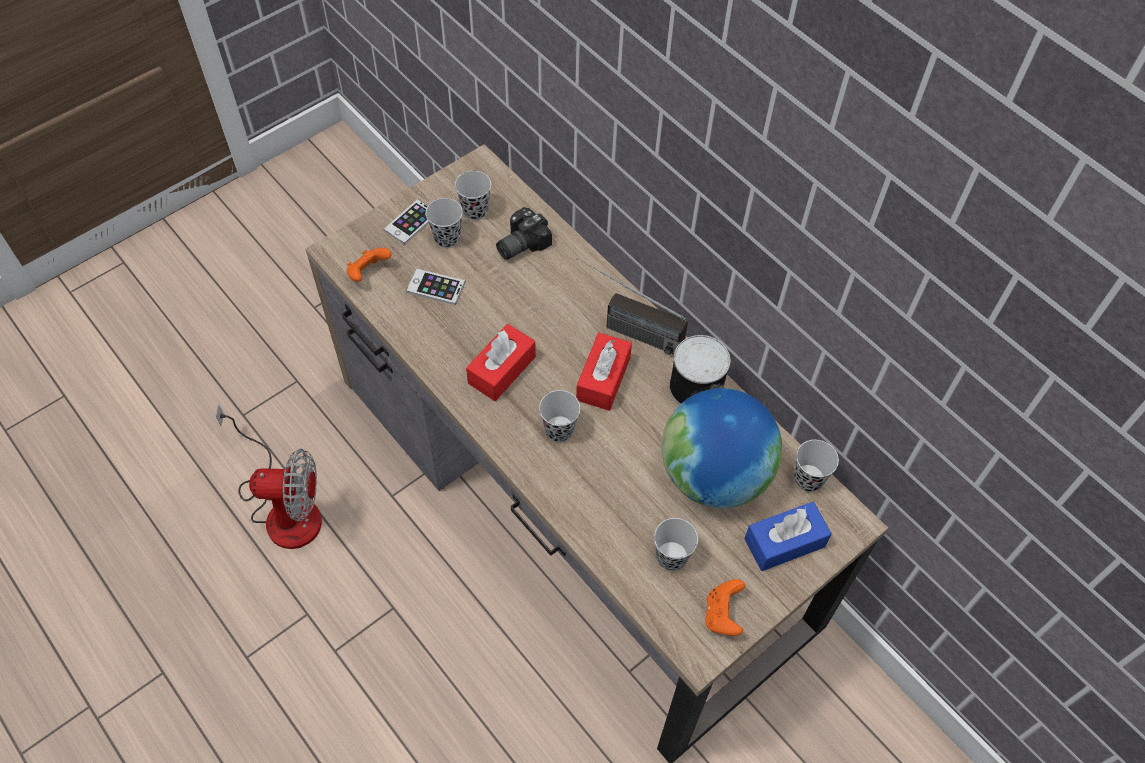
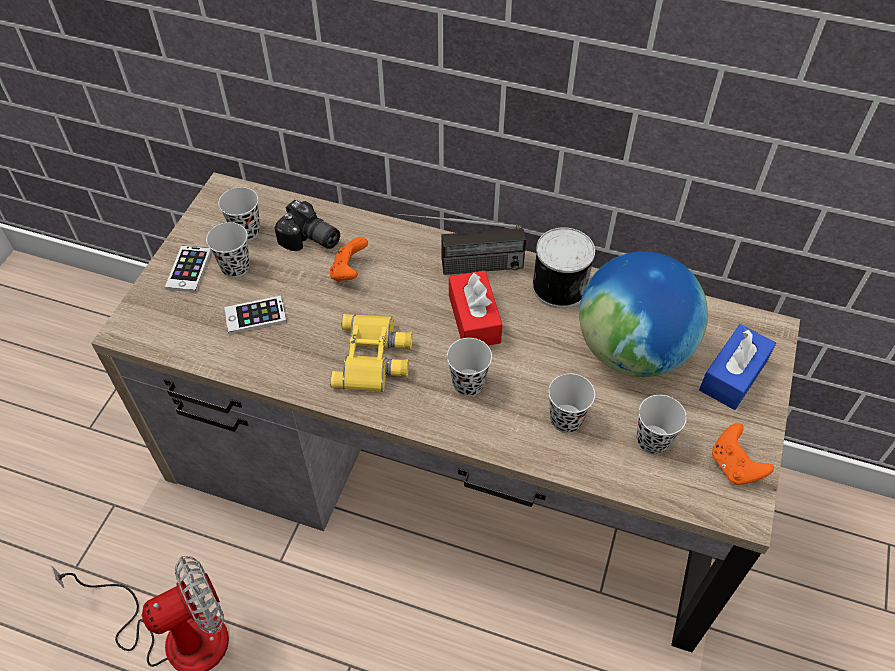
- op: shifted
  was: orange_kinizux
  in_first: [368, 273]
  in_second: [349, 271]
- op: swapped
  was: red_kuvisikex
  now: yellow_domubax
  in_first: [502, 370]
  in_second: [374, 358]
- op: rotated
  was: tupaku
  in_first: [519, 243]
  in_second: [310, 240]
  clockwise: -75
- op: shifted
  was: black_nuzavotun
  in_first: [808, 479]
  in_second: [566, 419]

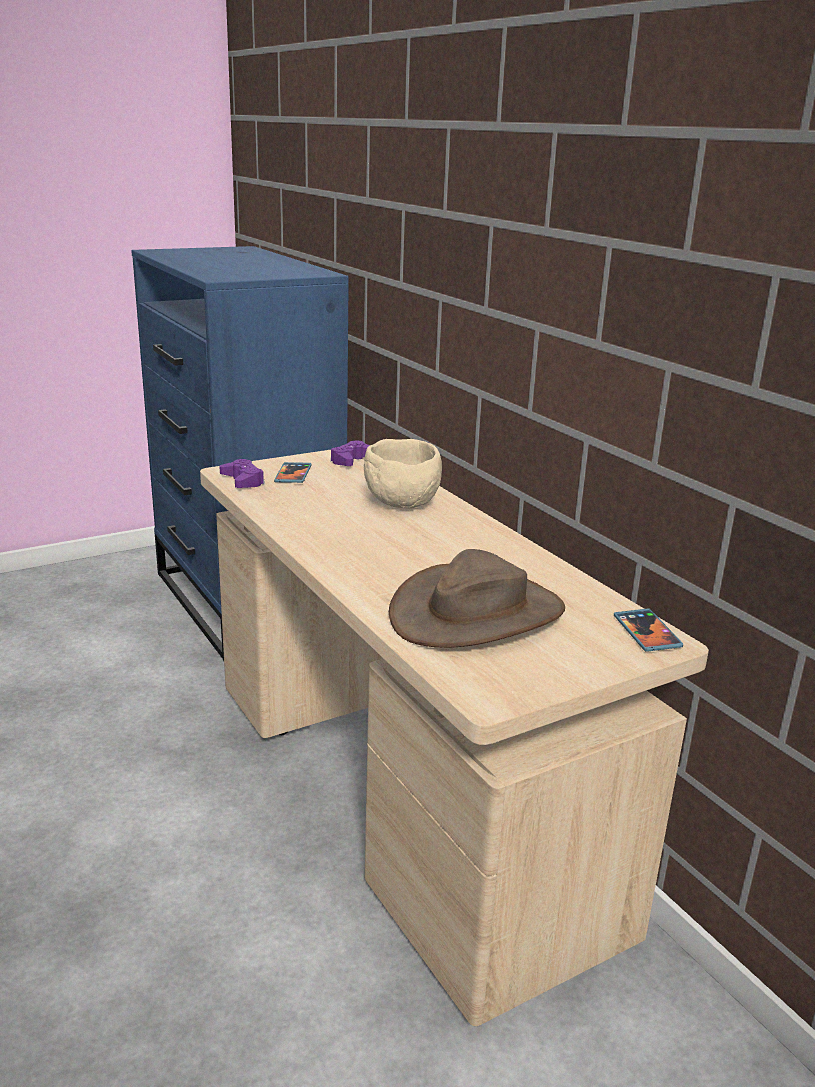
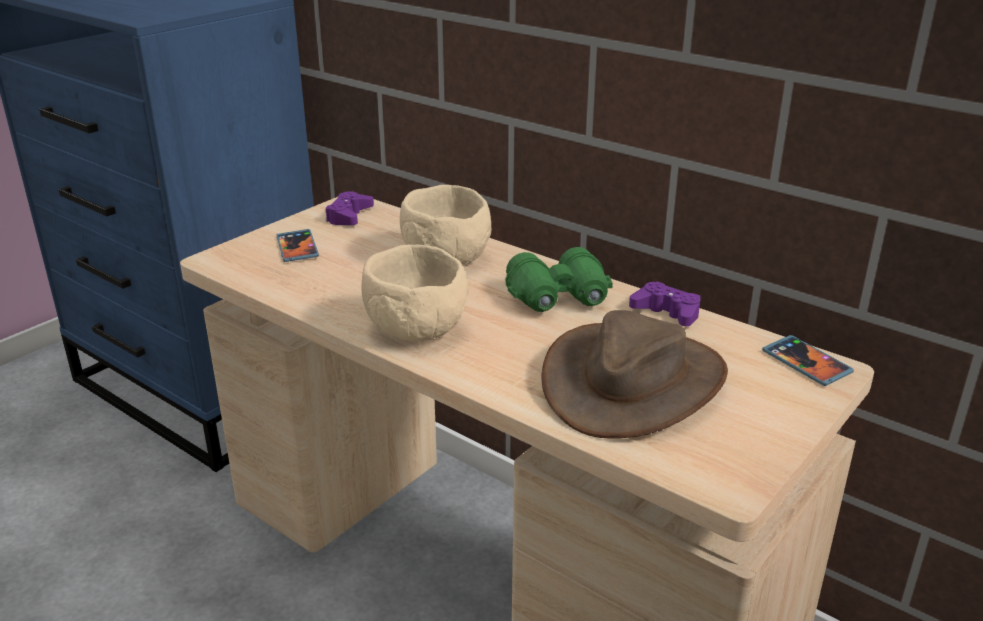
- op: shifted
  was: purple_kinizux
  in_first: [243, 481]
  in_second: [667, 312]
- op: new
  now: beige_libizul
  in_second: [413, 331]
- op: new
  now: green_domubax
  in_second: [559, 299]

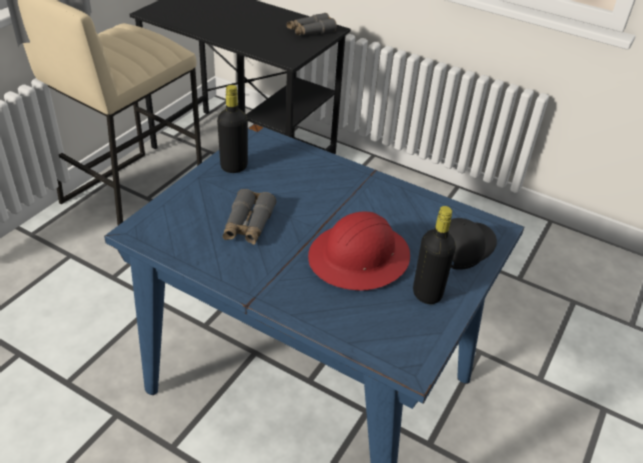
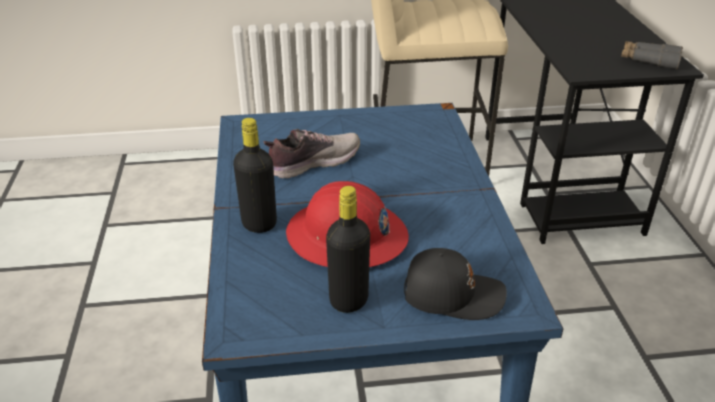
- op: shifted
  was: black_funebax
  in_first: [234, 167]
  in_second: [259, 224]
- op: swapped
  was: grey_domubax
  now: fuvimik
  in_first: [248, 225]
  in_second: [312, 163]

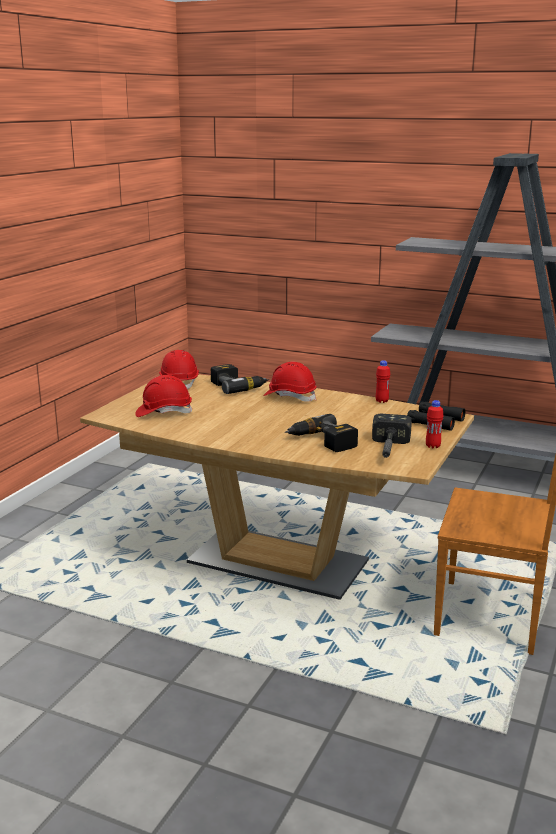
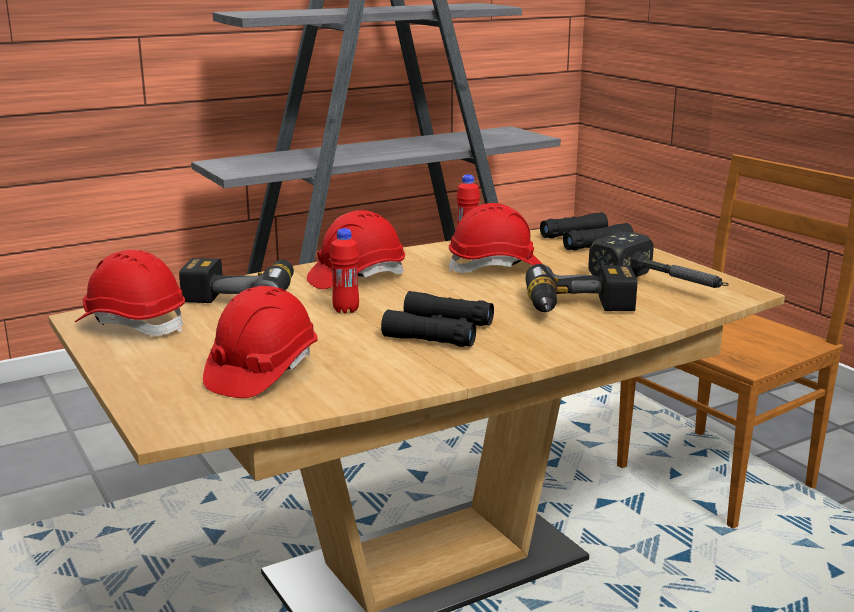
- op: shifted
  was: red_funebax
  in_first: [433, 446]
  in_second: [346, 310]
- op: new
  now: black_domubax
  in_second: [439, 331]
- op: new
  now: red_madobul
  in_second: [496, 268]

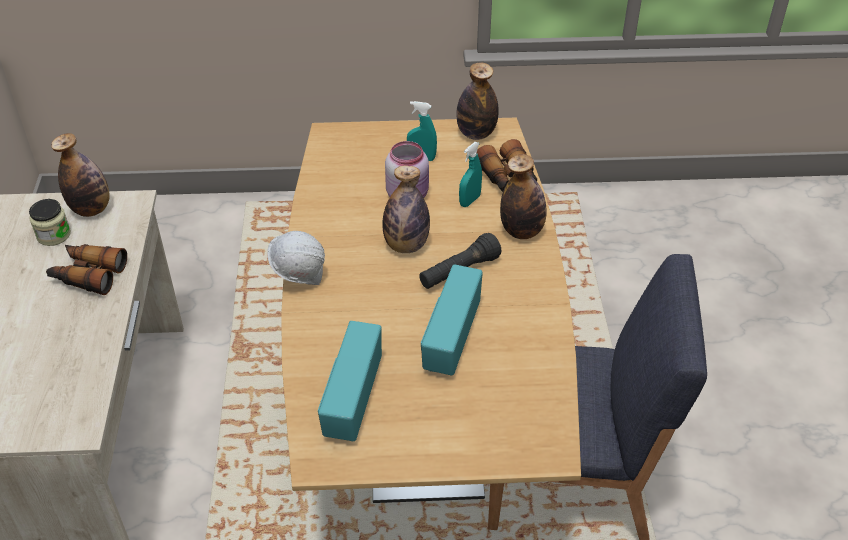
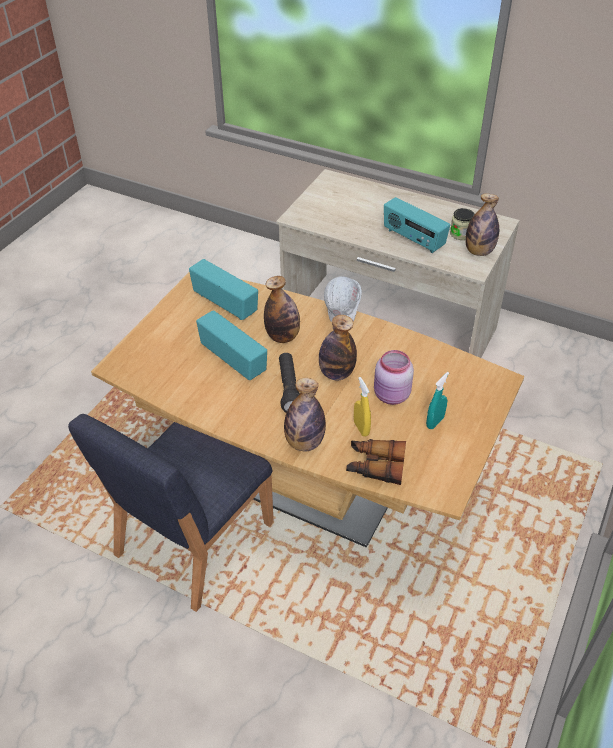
- op: swapped
  was: domubax
  now: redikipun
  in_first: [88, 275]
  in_second: [413, 239]
- op: shifted
  was: funebax
  in_first: [476, 133]
  in_second: [283, 336]
- op: repainted
  was: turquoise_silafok
  now: yellow_silafok
  in_first: [469, 201]
  in_second: [361, 428]

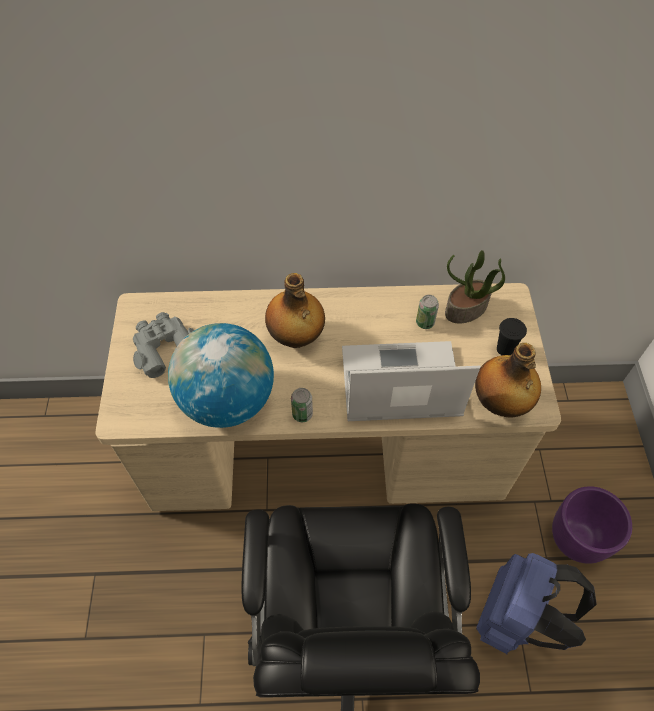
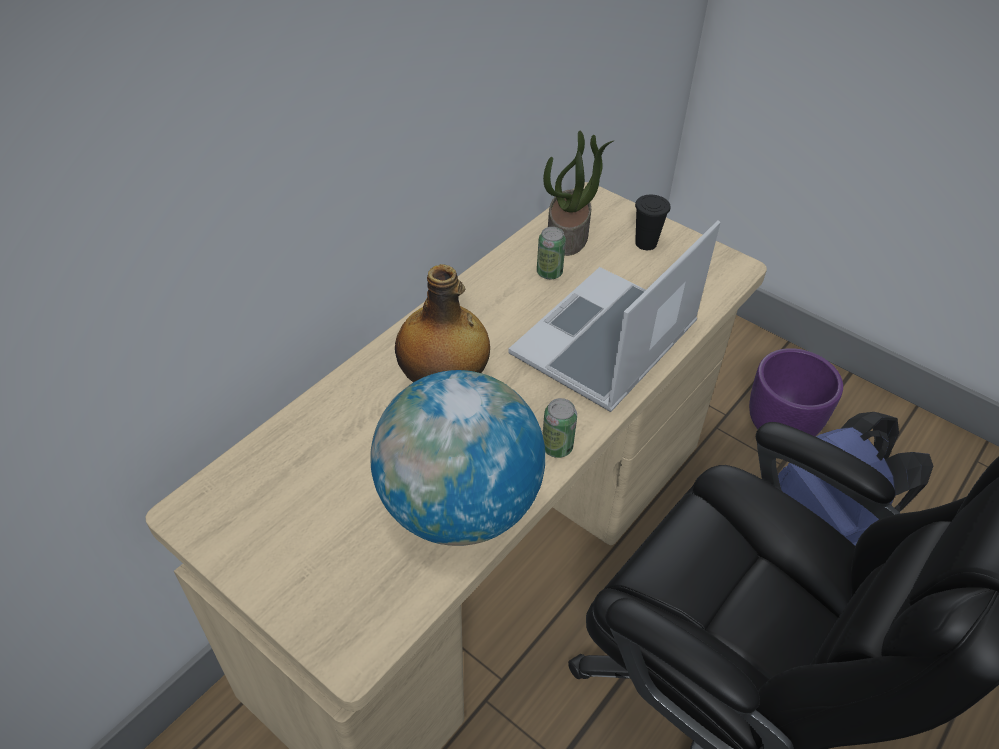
- op: gone
  was: grey_domubax
  in_first: [165, 347]
- op: gone
  was: funebax
  in_first: [499, 404]

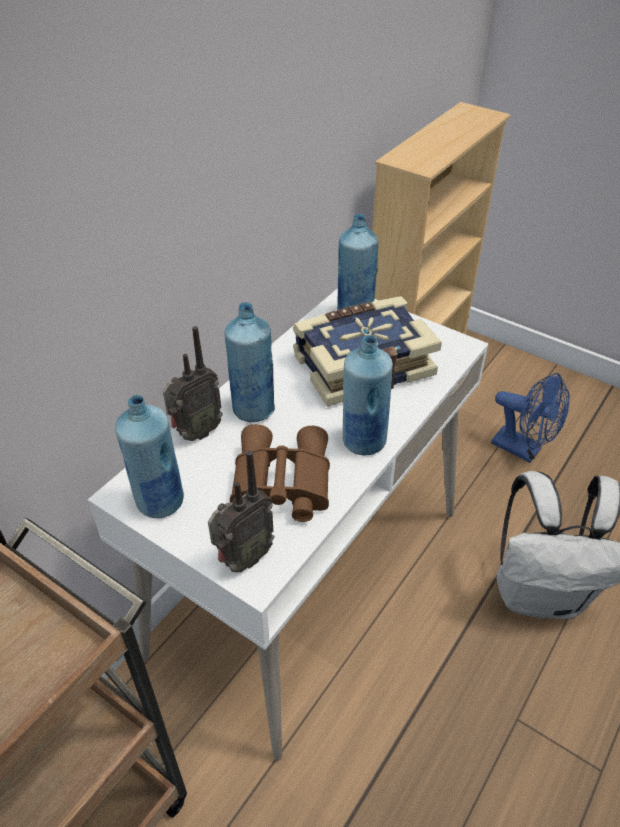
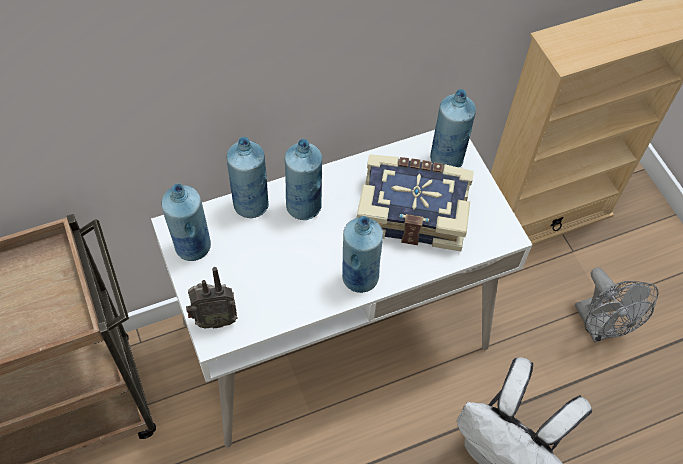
- op: swapped
  was: redikipun
  now: blue_funebax
  in_first: [195, 433]
  in_second: [251, 204]
- op: gone
  was: brown_domubax
  in_first: [279, 484]
- op: repainted
  was: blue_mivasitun
  now: grey_mivasitun
  in_first: [523, 449]
  in_second: [599, 327]

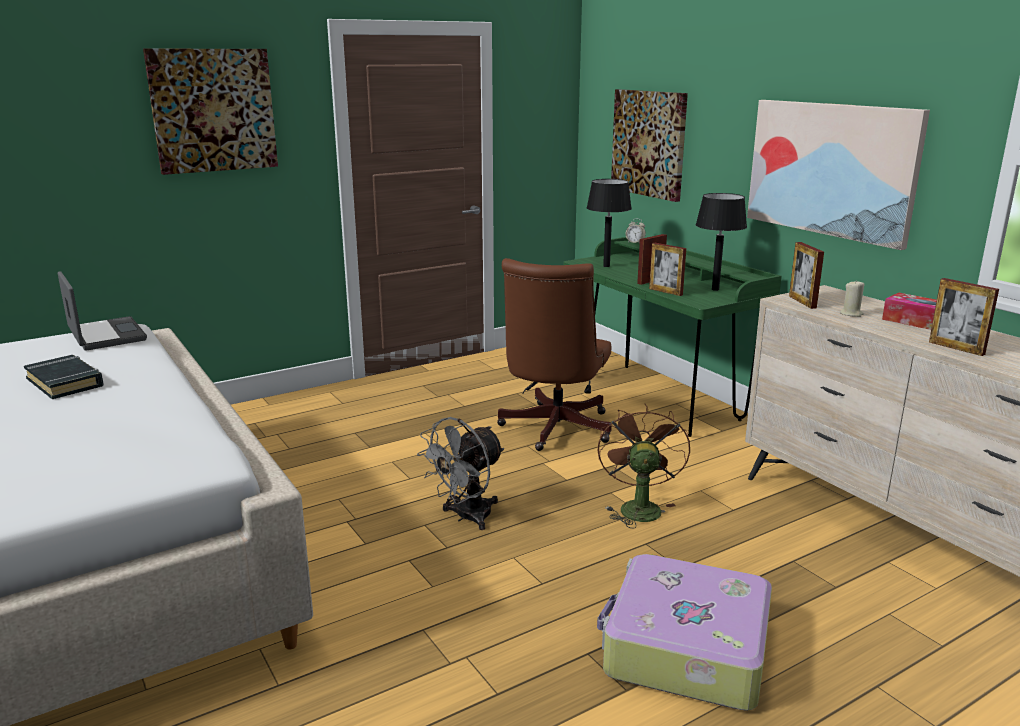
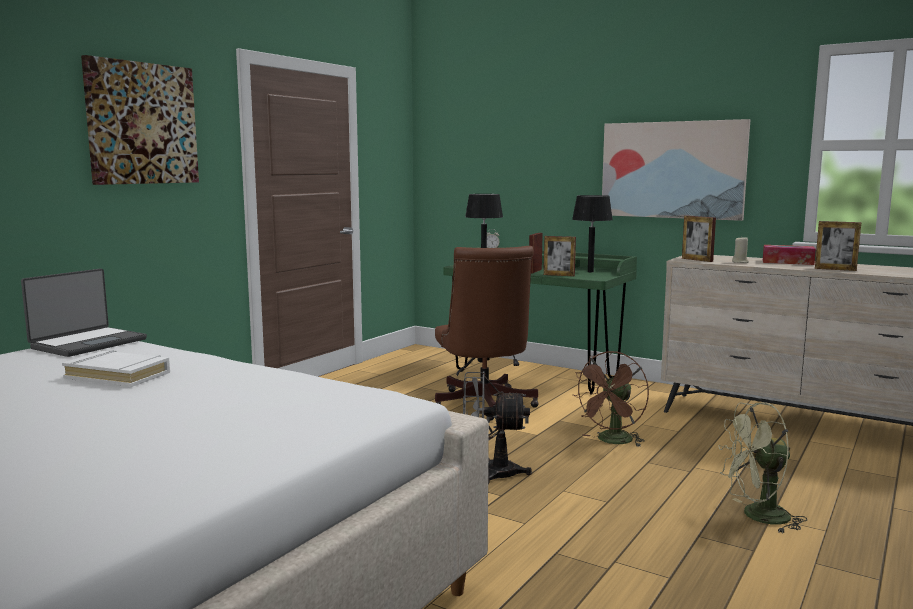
- op: repainted
  was: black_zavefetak
  now: white_zavefetak
  in_first: [65, 382]
  in_second: [118, 375]
- op: rotated
  was: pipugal
  in_first: [105, 335]
  in_second: [88, 343]
  clockwise: 90
- op: rotated
  was: grey_mivasitun
  in_first: [466, 517]
  in_second: [490, 473]
  clockwise: 75
- op: swapped
  was: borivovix
  now: green_mivasitun
  in_first: [684, 649]
  in_second: [757, 517]
- op: rotated
  was: brown_mivasitun
  in_first: [638, 507]
  in_second: [612, 441]
  clockwise: -120
- op: gone
  was: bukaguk
  in_first: [649, 143]

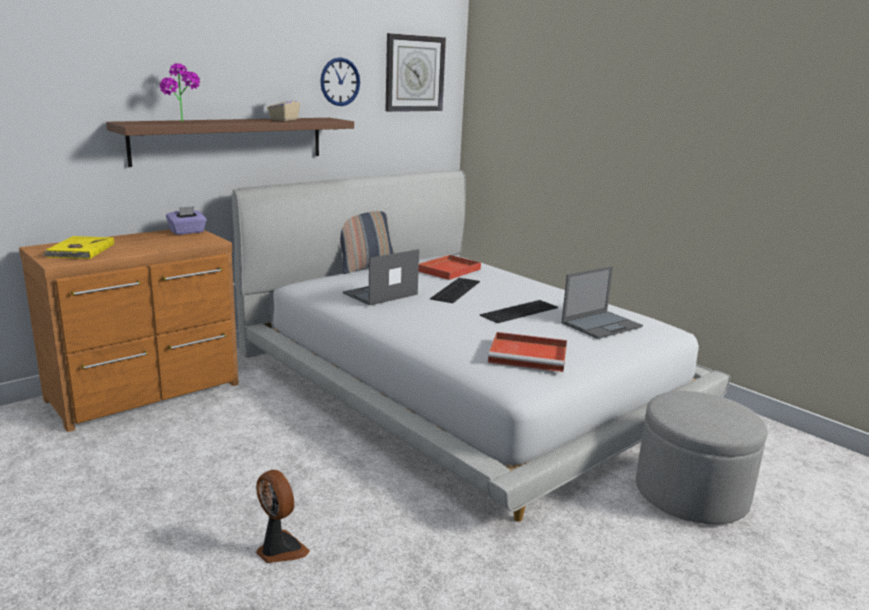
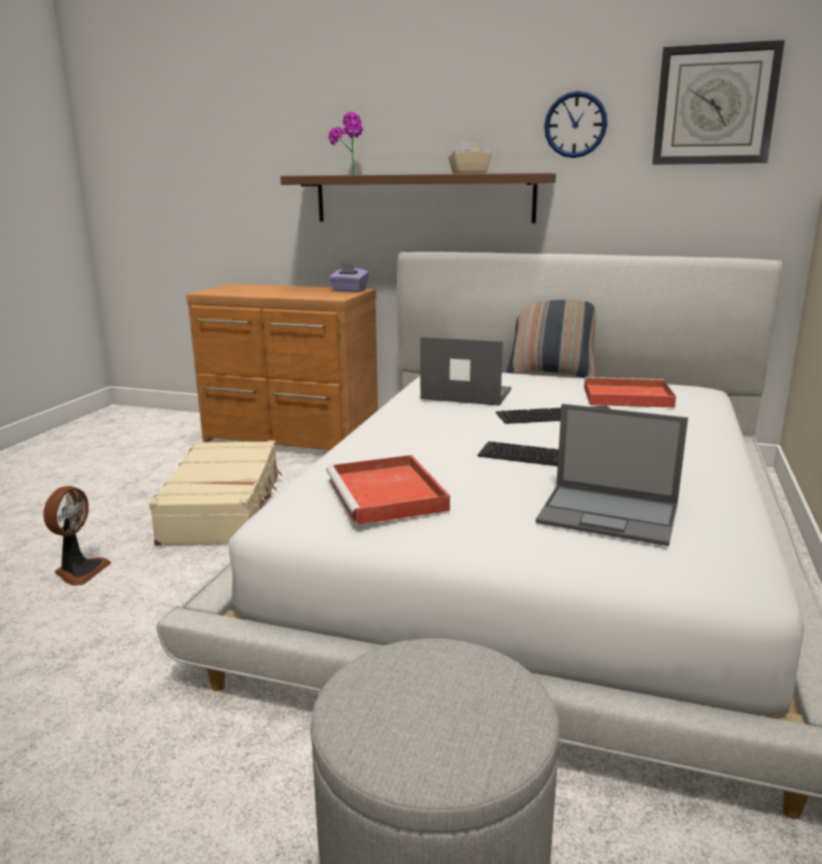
- op: gone
  was: yellow_zavefetak
  in_first: [80, 251]
- op: new
  now: beige_borivovix
  in_second: [224, 508]

